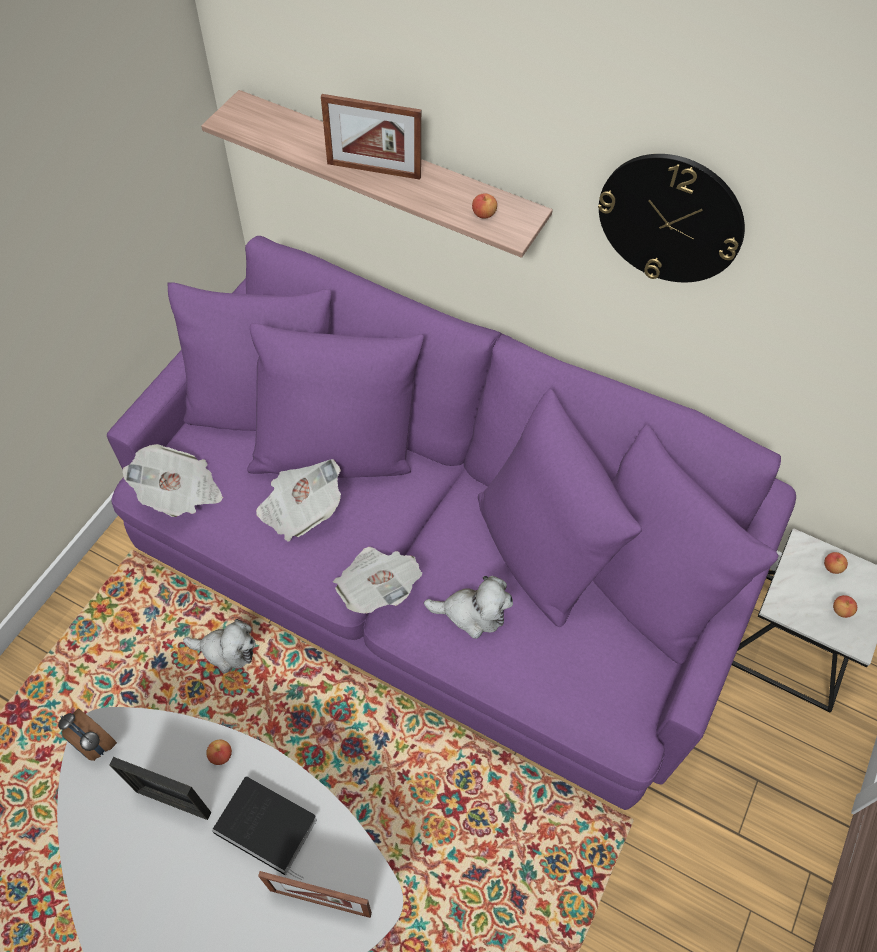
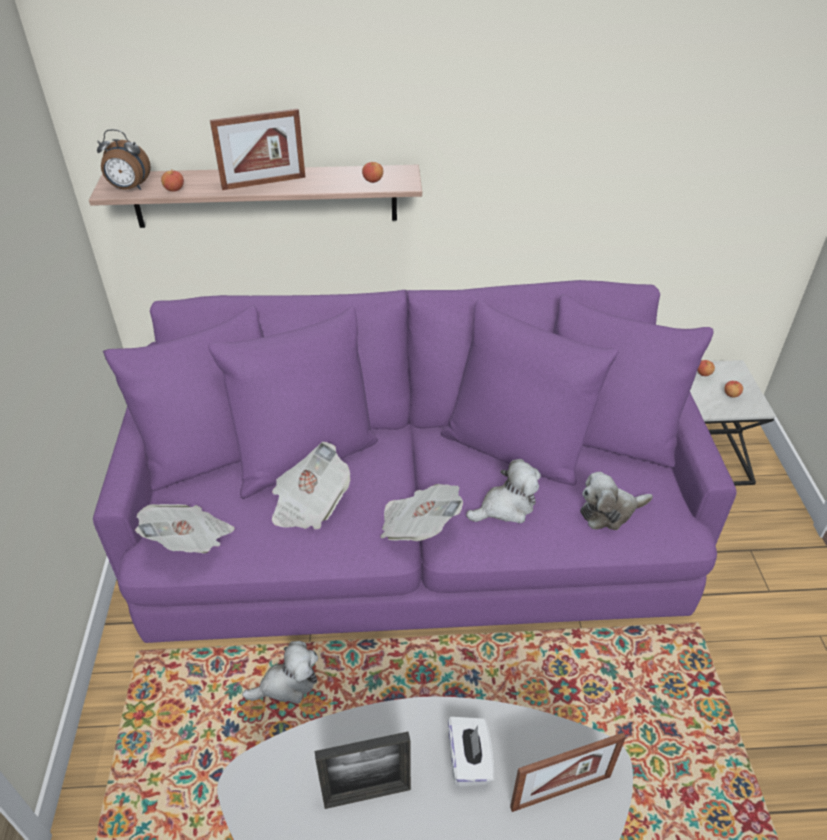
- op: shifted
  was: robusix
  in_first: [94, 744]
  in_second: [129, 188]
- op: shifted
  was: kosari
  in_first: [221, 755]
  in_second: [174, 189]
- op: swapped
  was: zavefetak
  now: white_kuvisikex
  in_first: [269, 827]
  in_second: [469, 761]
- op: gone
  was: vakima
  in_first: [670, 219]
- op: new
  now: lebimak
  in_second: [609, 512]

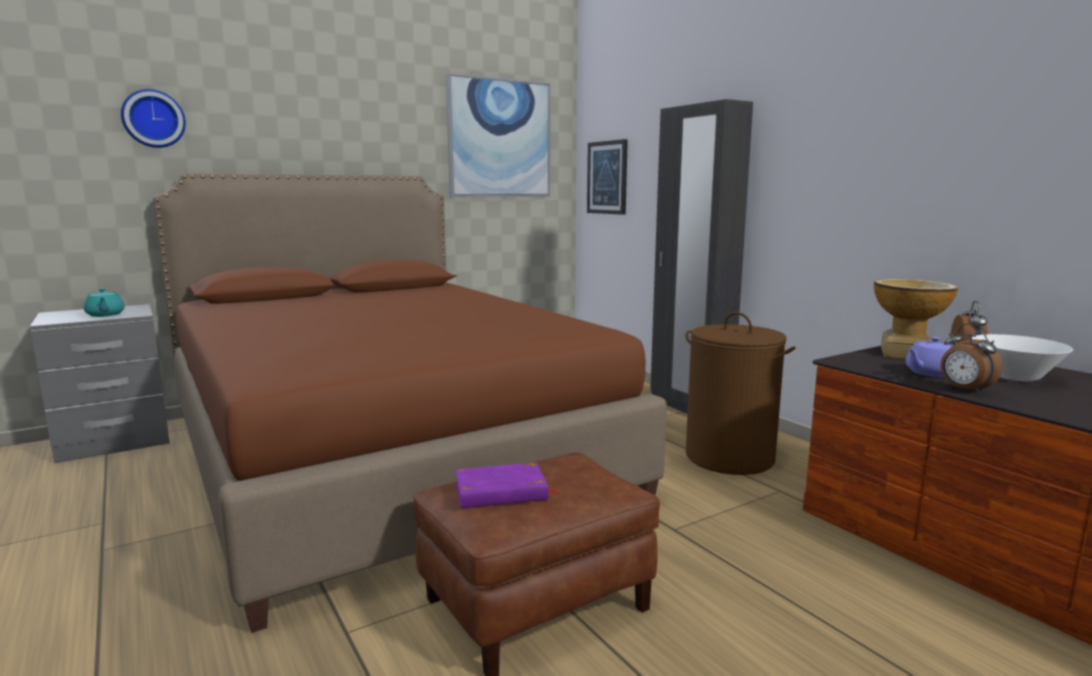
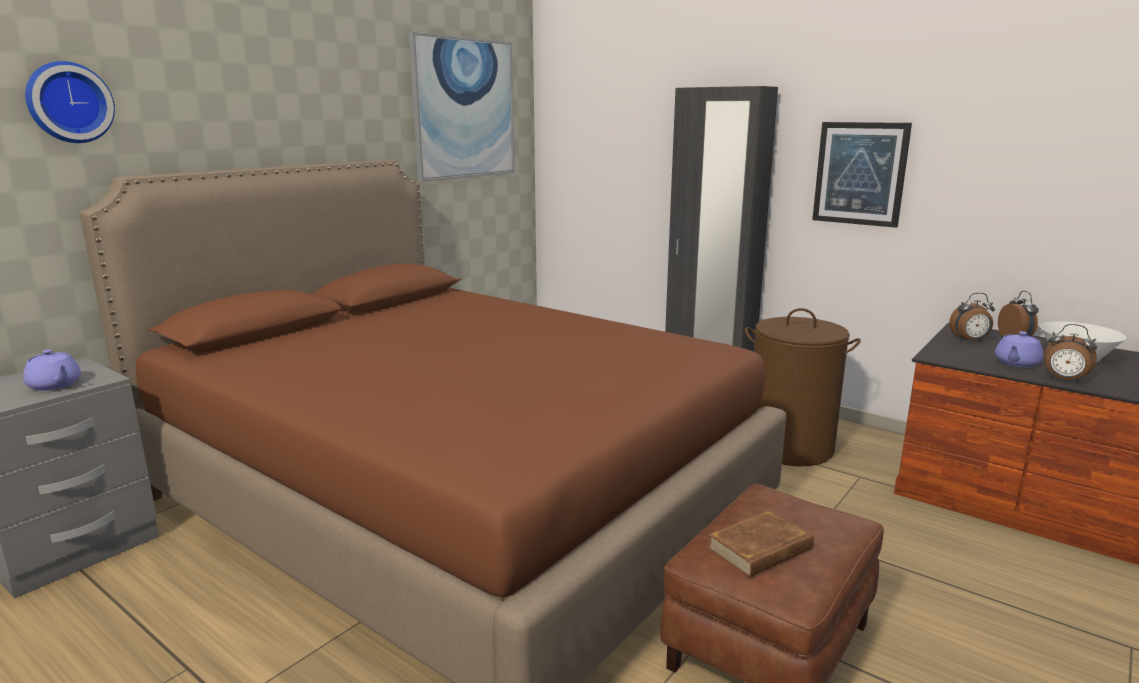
- op: repainted
  was: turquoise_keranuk
  now: purple_keranuk
  in_first: [105, 315]
  in_second: [55, 385]
- op: repainted
  was: purple_zavefetak
  now: brown_zavefetak
  in_first: [501, 492]
  in_second: [760, 549]
- op: shifted
  was: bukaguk
  in_first: [607, 177]
  in_second: [860, 173]
- op: swapped
  was: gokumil
  now: robusix
  in_first: [906, 353]
  in_second: [969, 341]

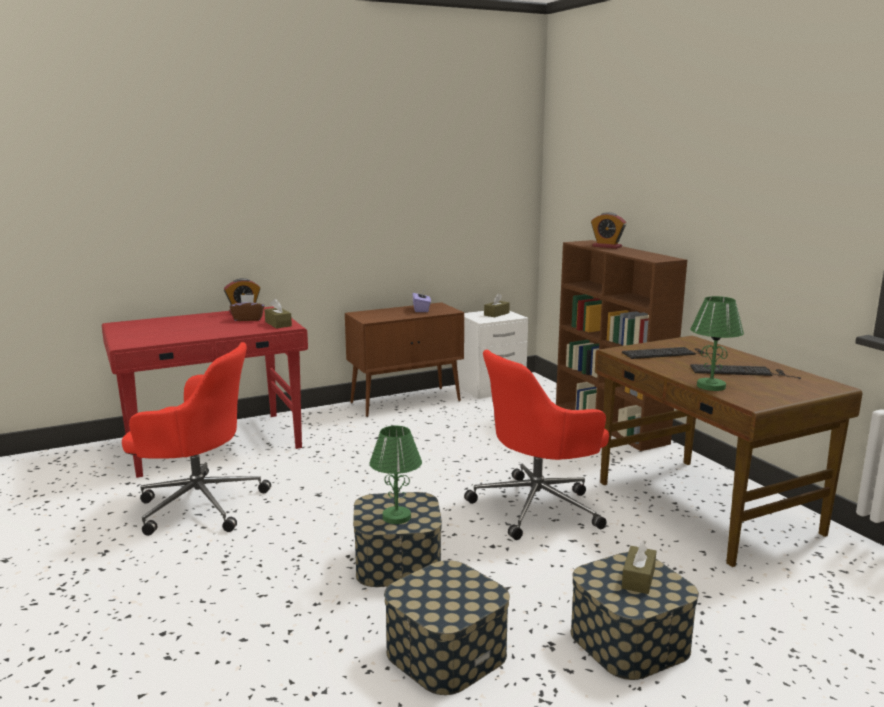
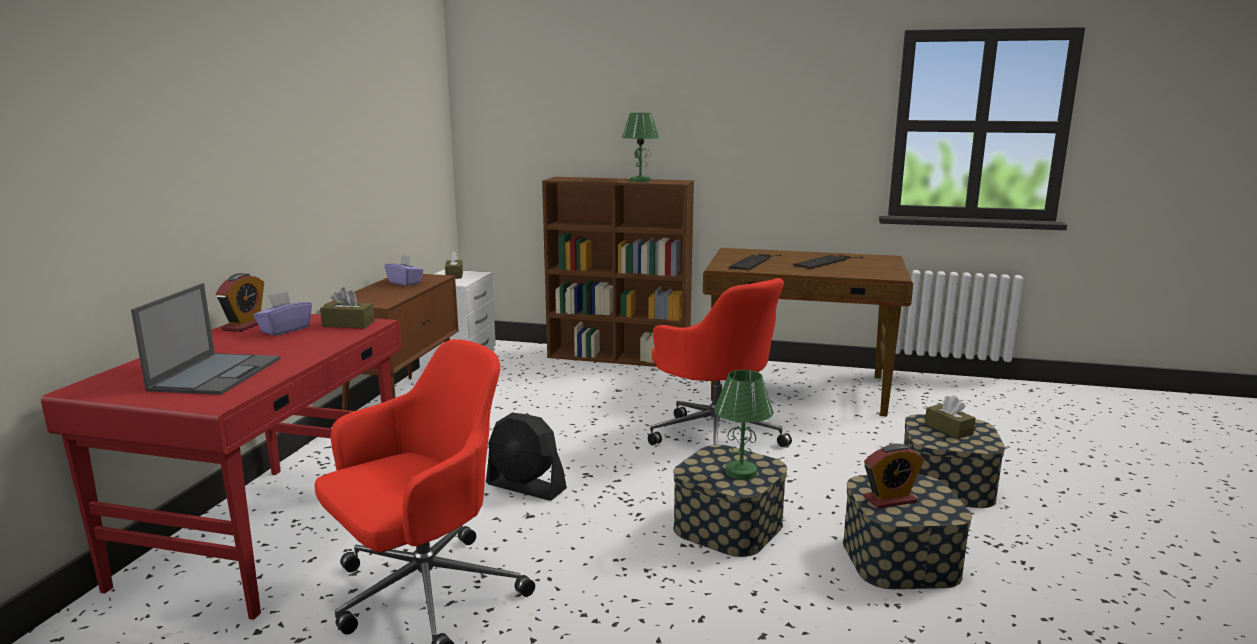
- op: repainted
  was: brown_kuvisikex
  now: purple_kuvisikex
  in_first: [248, 319]
  in_second: [285, 330]
- op: rotated
  was: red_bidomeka
  in_first: [538, 507]
  in_second: [715, 435]
  clockwise: -45
- op: shifted
  was: robusix
  in_first: [607, 246]
  in_second: [890, 499]
- op: shifted
  was: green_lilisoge
  in_first: [711, 386]
  in_second: [640, 181]
- op: new
  now: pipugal
  in_second: [216, 374]
- op: new
  now: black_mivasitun
  in_second: [526, 487]

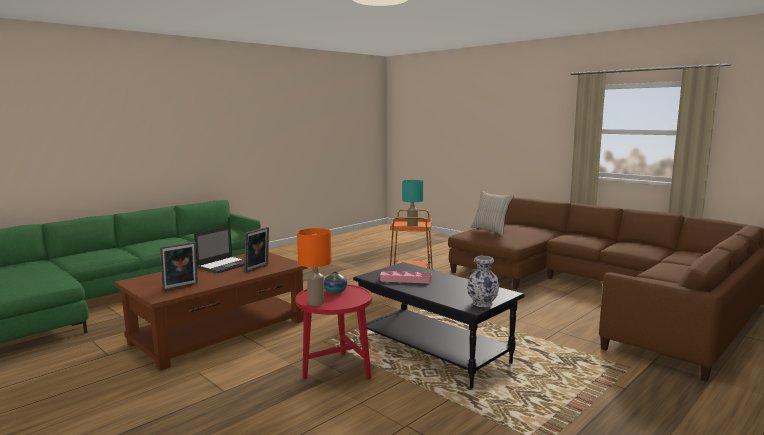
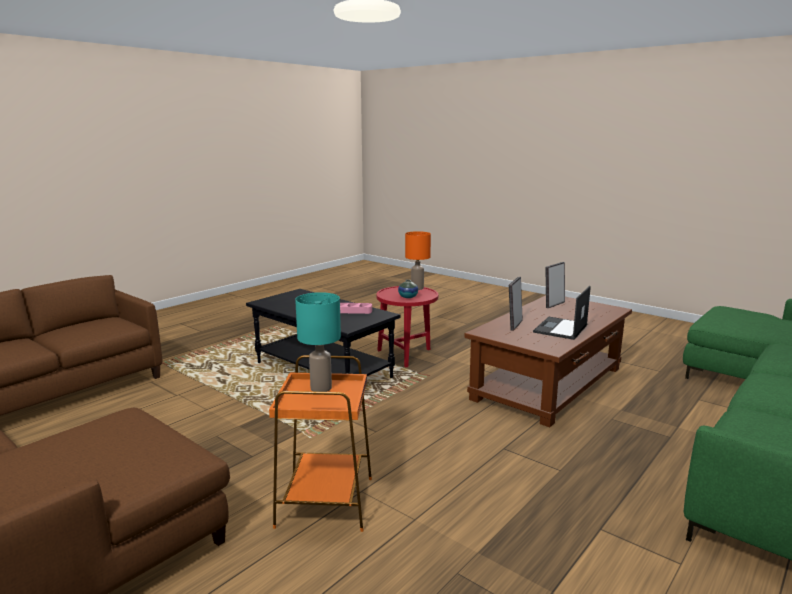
- op: gone
  was: gokumil
  in_first: [482, 303]
- op: gone
  was: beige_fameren
  in_first: [490, 230]

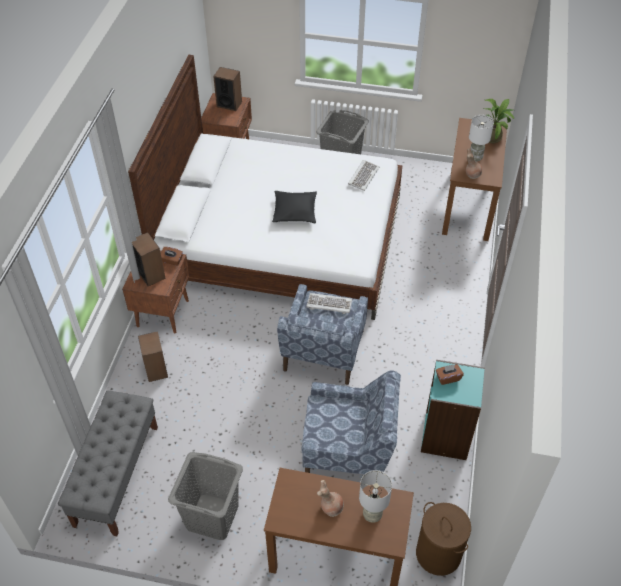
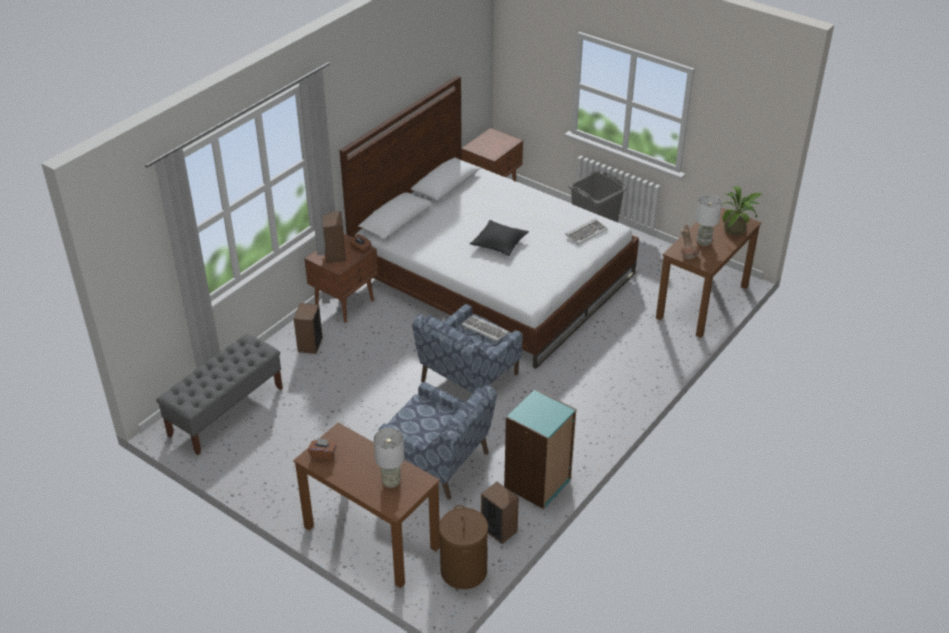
- op: gone
  was: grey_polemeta
  in_first: [211, 517]
- op: shifted
  was: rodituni
  in_first: [229, 104]
  in_second: [499, 529]
- op: gone
  was: brown_gokumil
  in_first: [331, 507]
- op: shifted
  was: brown_kuvisikex
  in_first: [448, 378]
  in_second: [323, 454]

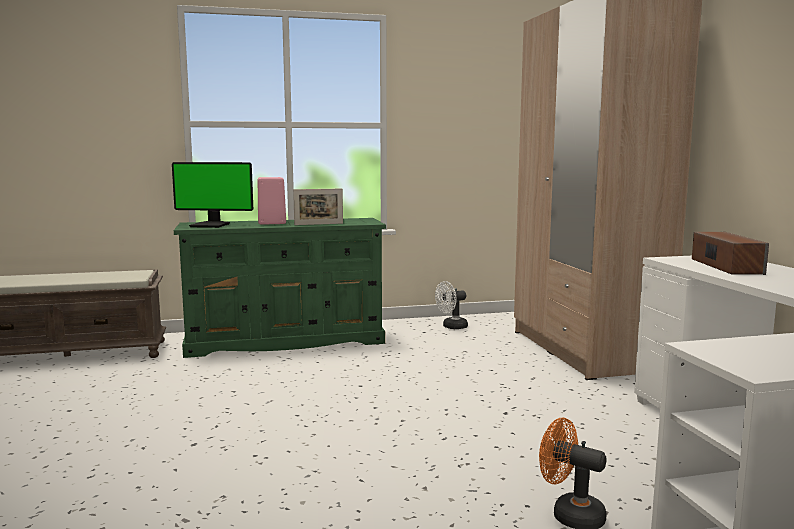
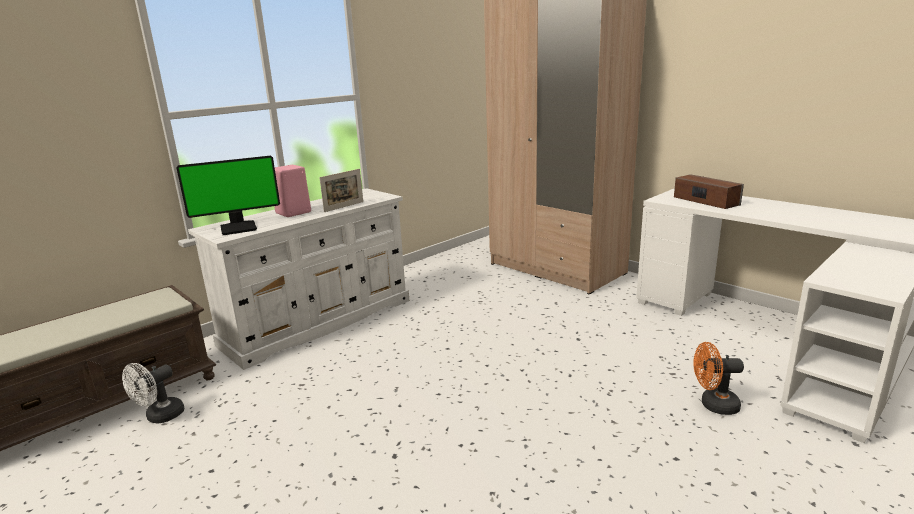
- op: repainted
  was: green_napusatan
  now: white_napusatan
  in_first: [286, 341]
  in_second: [320, 321]
- op: shifted
  was: white_mivasitun
  in_first: [451, 327]
  in_second: [160, 417]

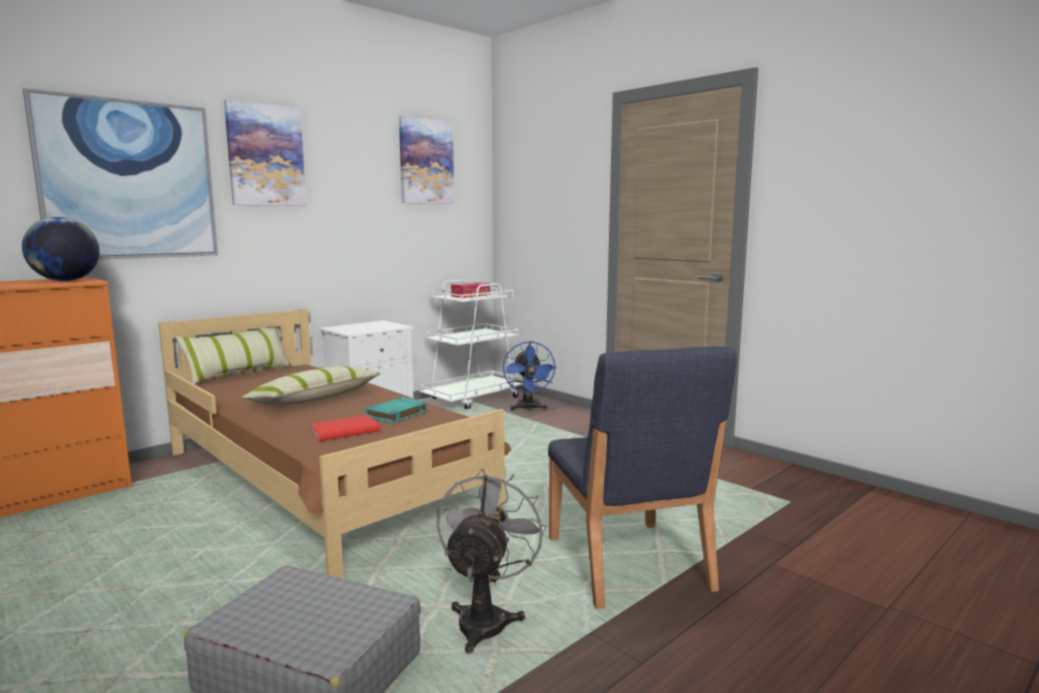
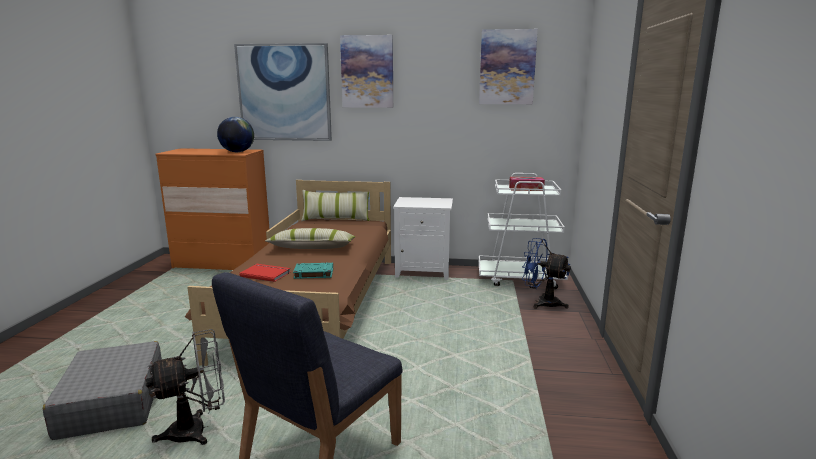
- op: rotated
  was: blue_mivasitun
  in_first: [528, 408]
  in_second: [542, 302]
  clockwise: 75

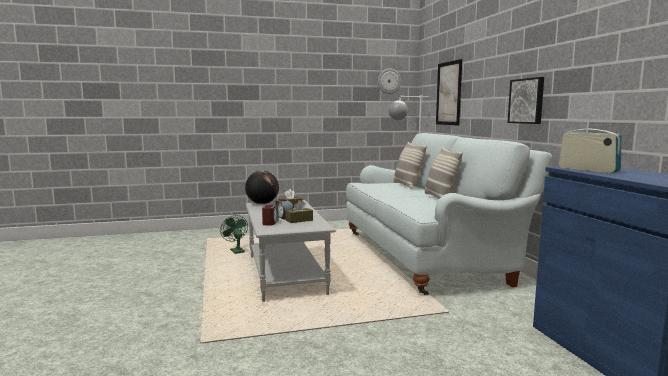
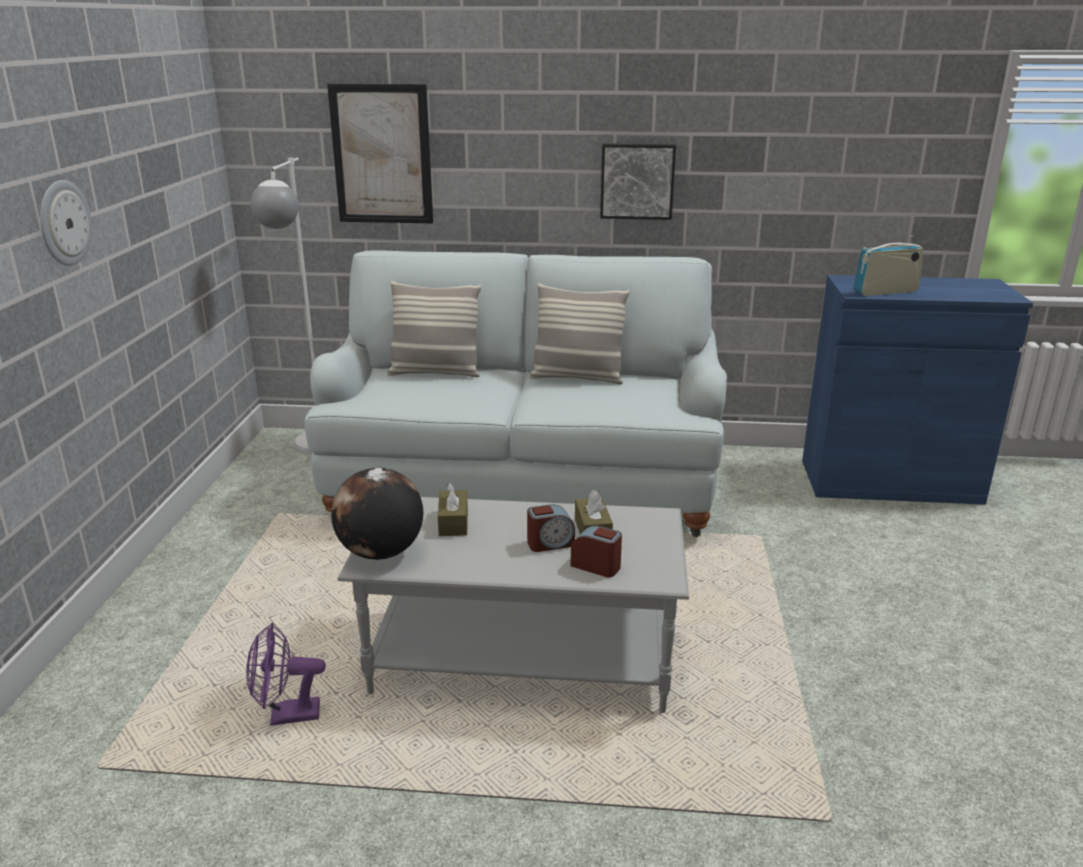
- op: repainted
  was: green_mivasitun
  now: purple_mivasitun
  in_first: [236, 250]
  in_second: [286, 716]
- op: shifted
  was: vakima
  in_first: [389, 81]
  in_second: [63, 223]

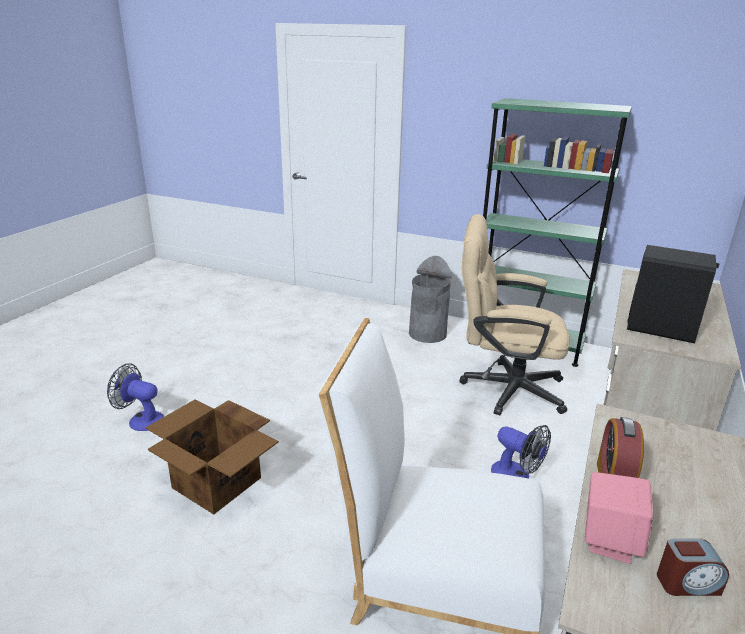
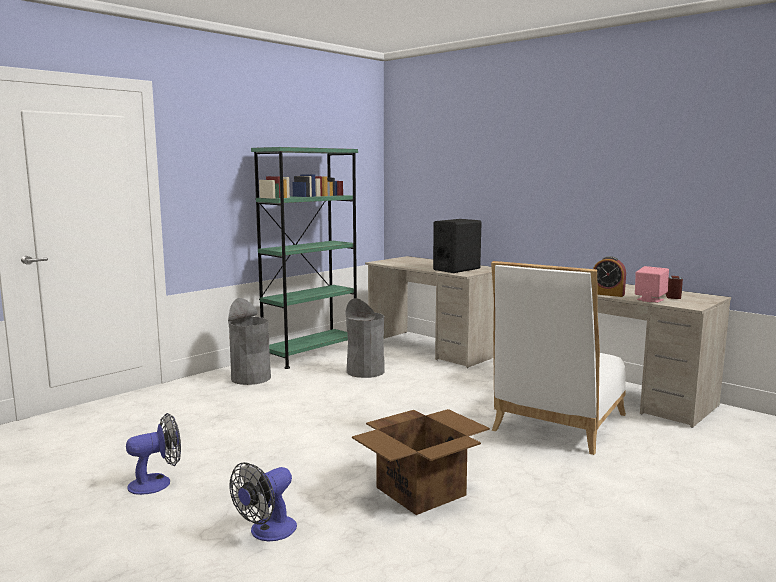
- op: swapped
  was: beige_bidomeka
  now: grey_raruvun
  in_first: [503, 388]
  in_second: [365, 371]
- op: shifted
  was: mivasitun
  in_first: [516, 476]
  in_second: [157, 483]

